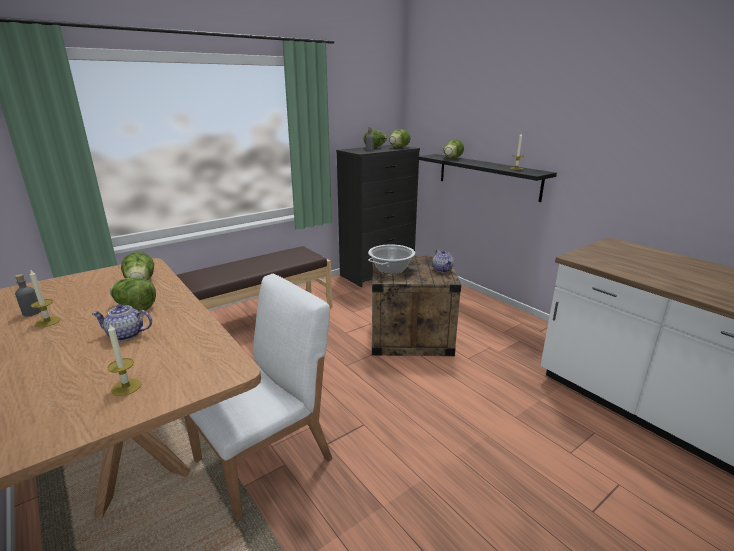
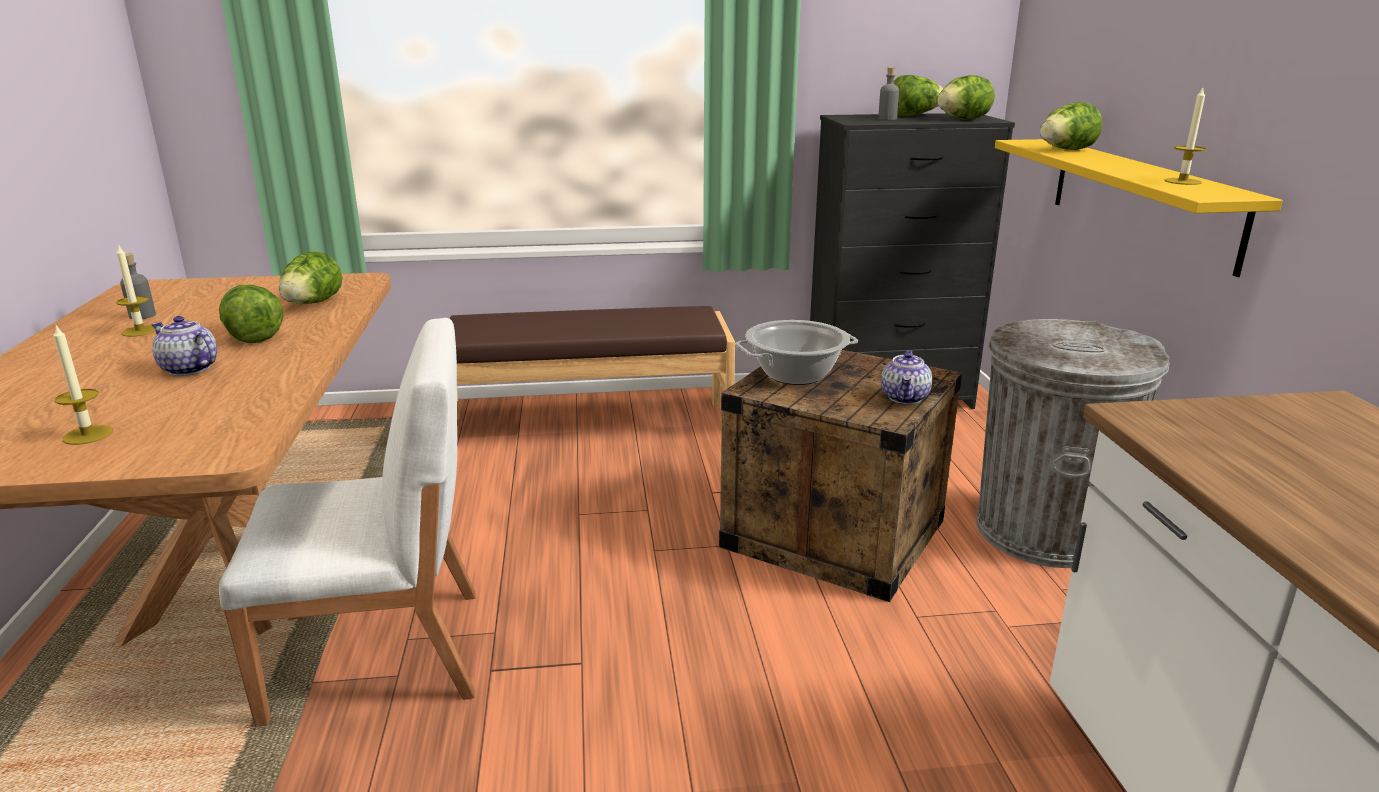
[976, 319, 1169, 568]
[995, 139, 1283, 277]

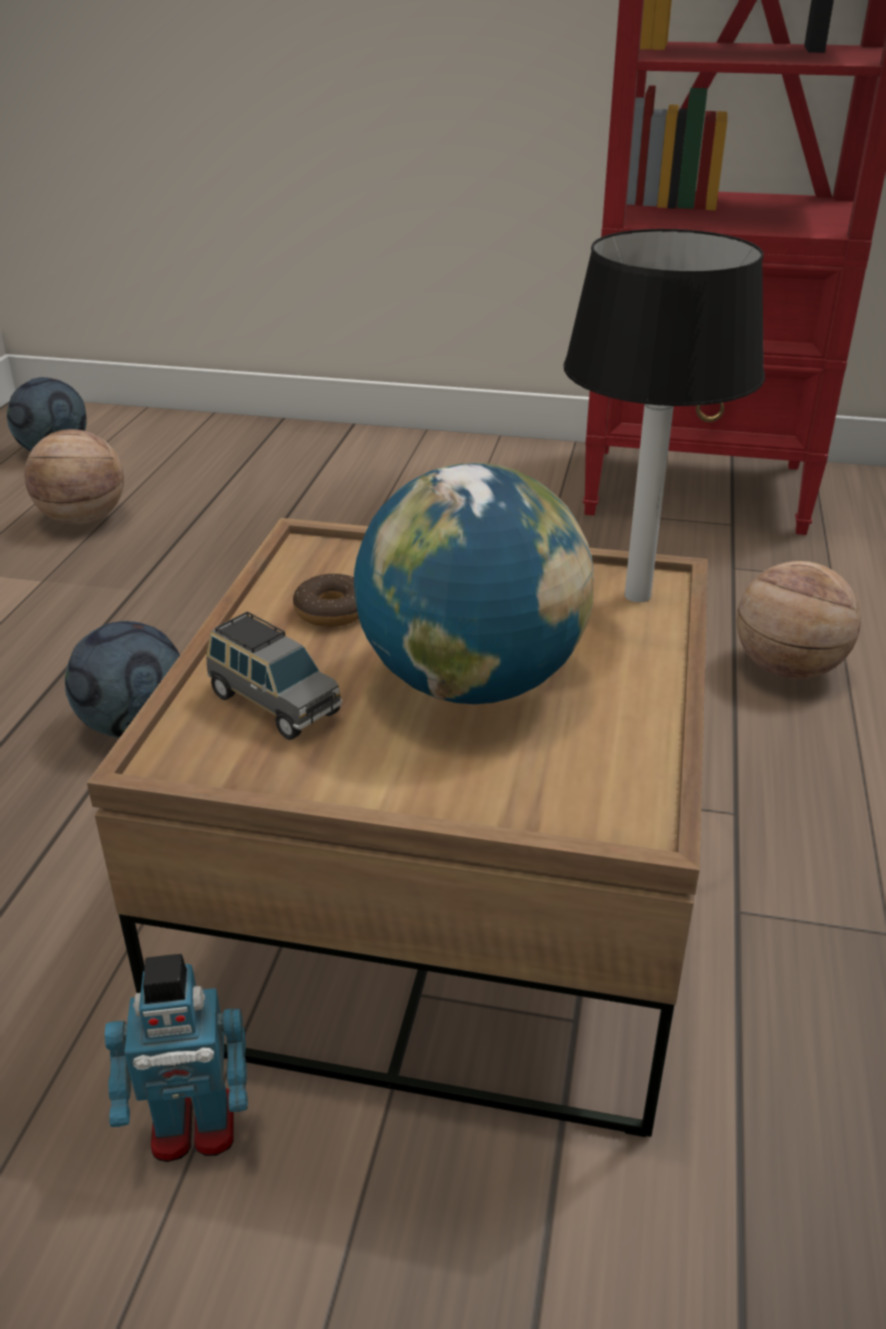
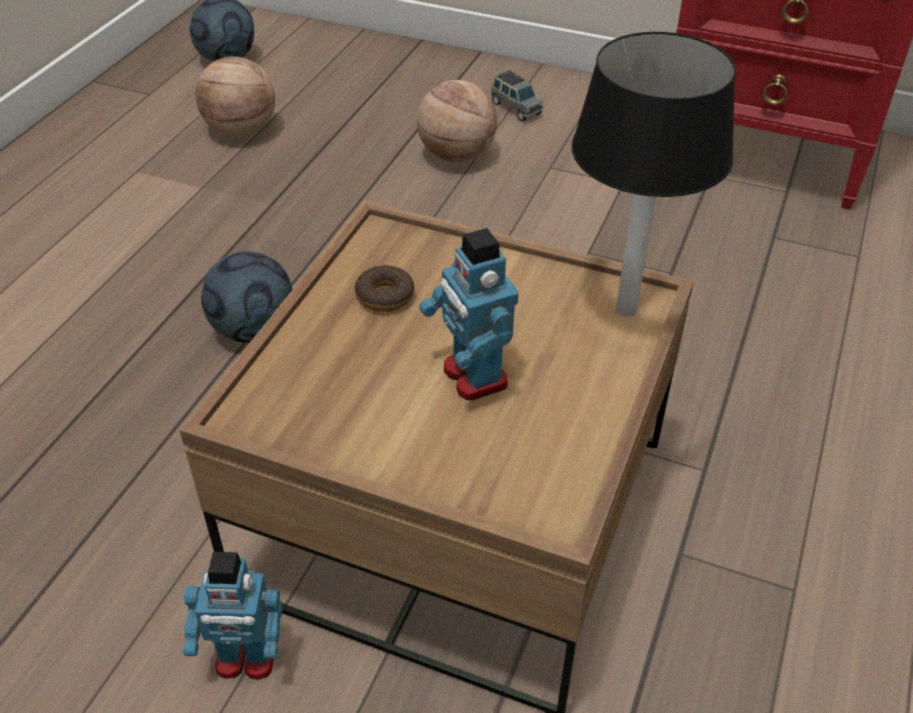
[491, 70, 543, 122]
[417, 80, 497, 162]
[419, 228, 519, 400]

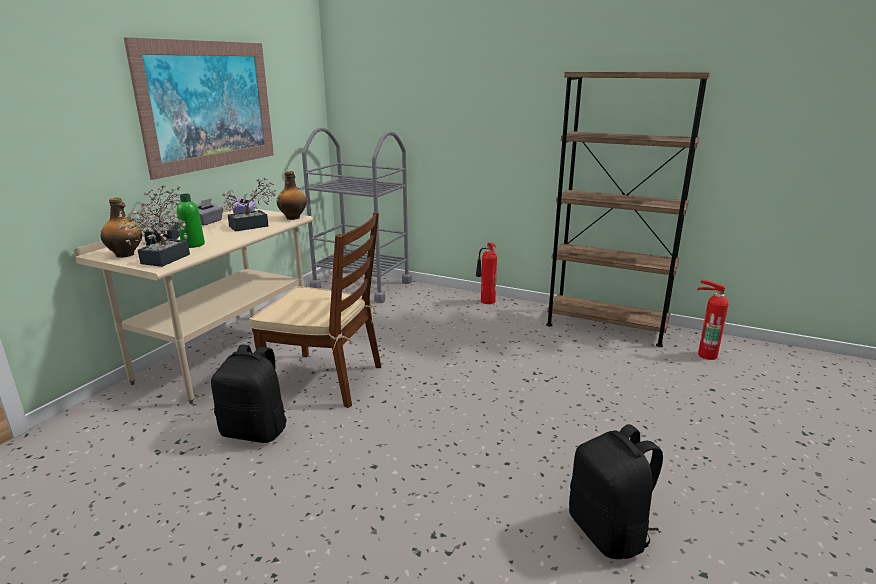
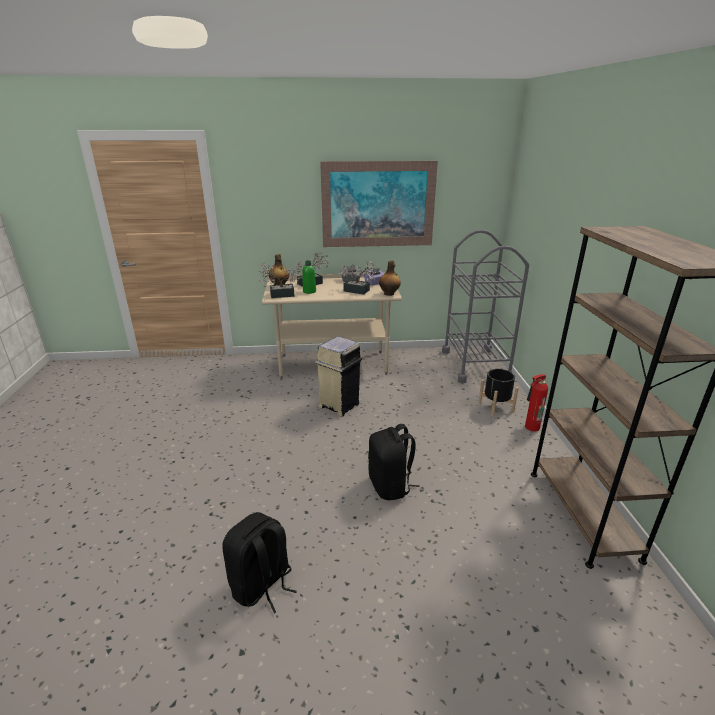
[697, 280, 728, 360] (first image)
[478, 369, 519, 417]
[368, 424, 420, 500]
[315, 336, 362, 417]

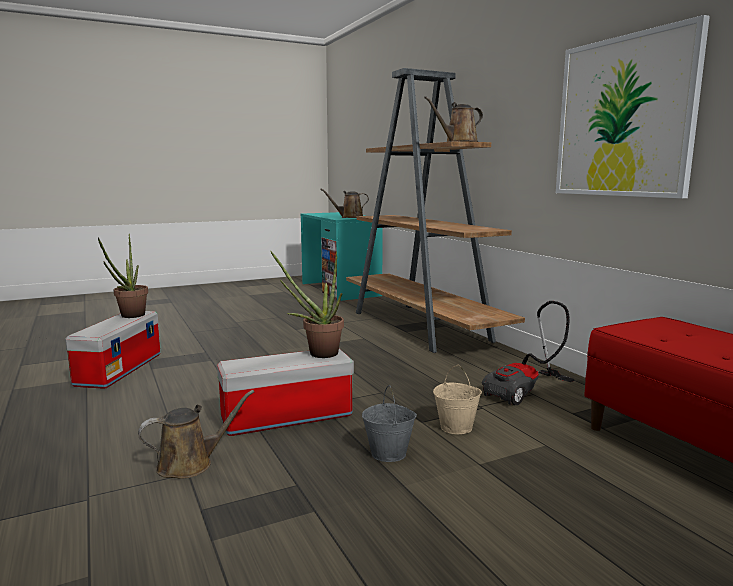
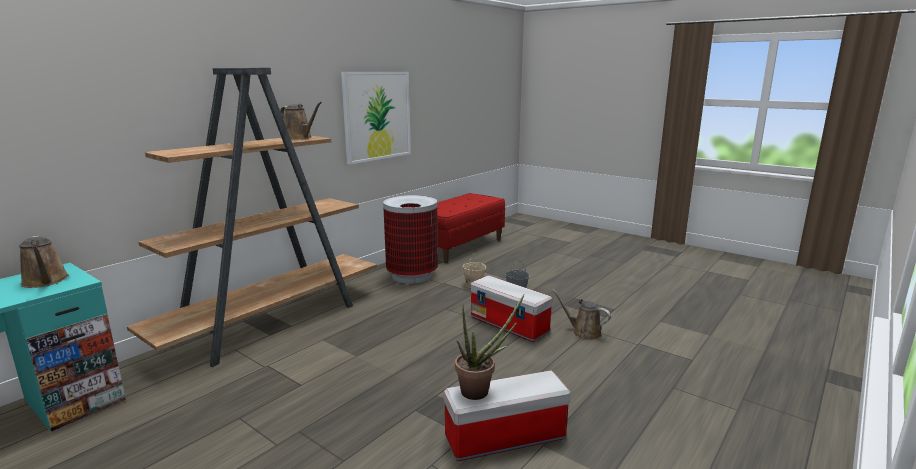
[270, 250, 344, 358] (first image)
[383, 195, 438, 284]

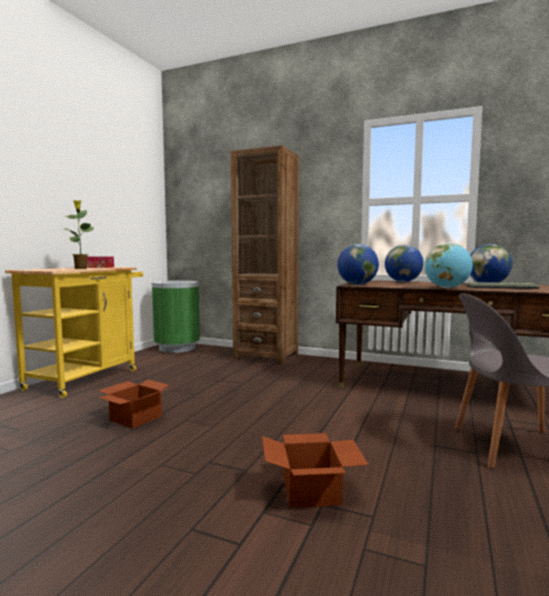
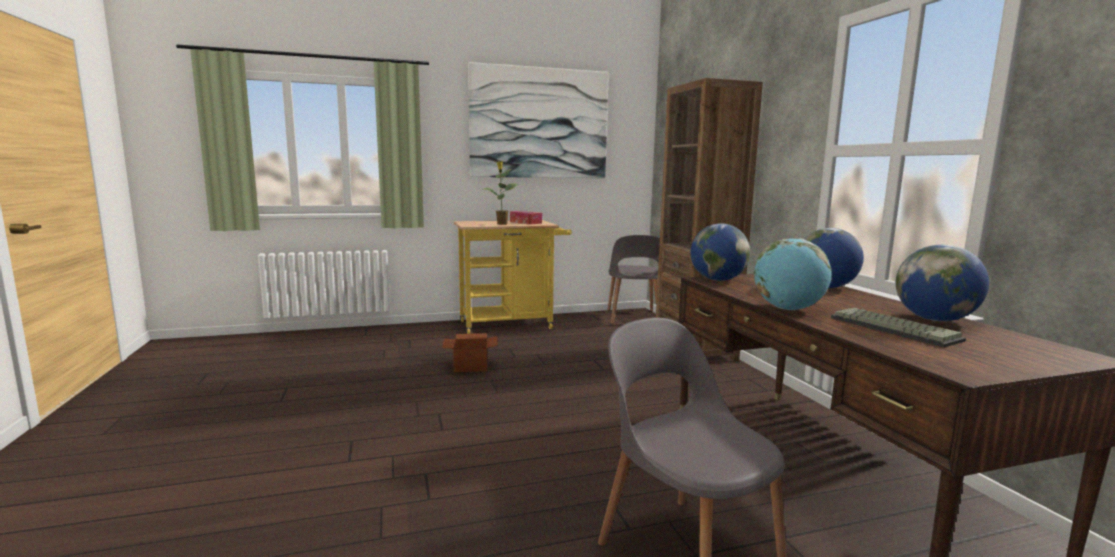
[262, 433, 369, 508] (first image)
[468, 62, 609, 178]
[607, 235, 660, 324]

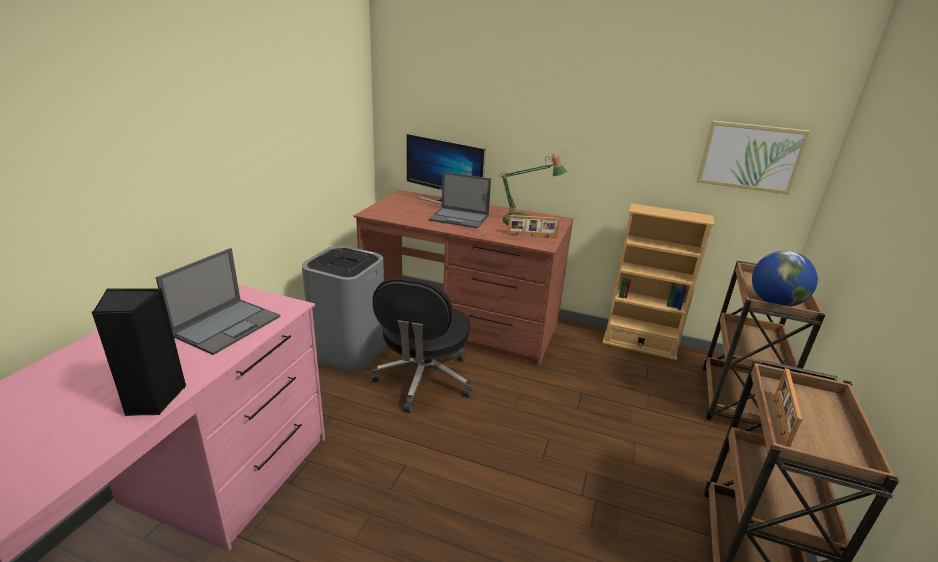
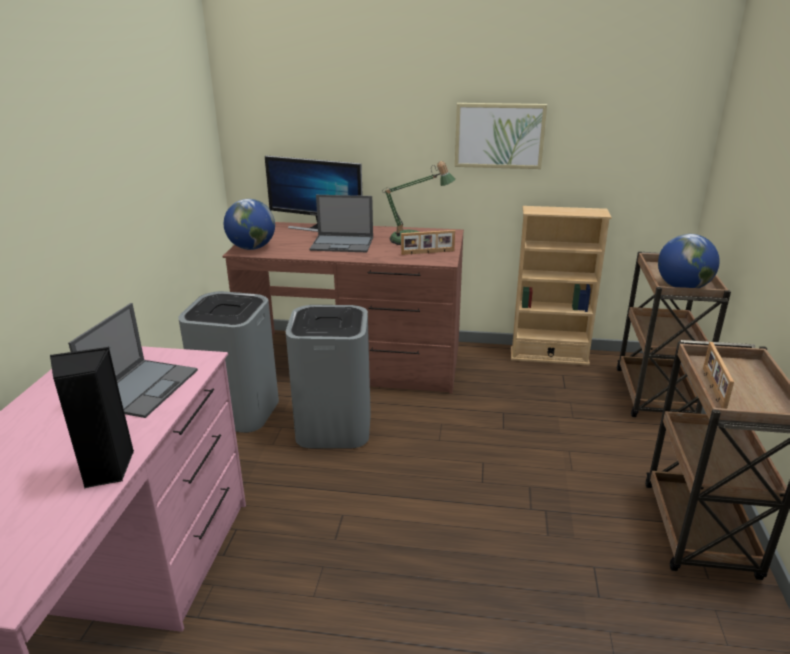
[224, 199, 275, 250]
[455, 103, 547, 169]
[286, 305, 371, 449]

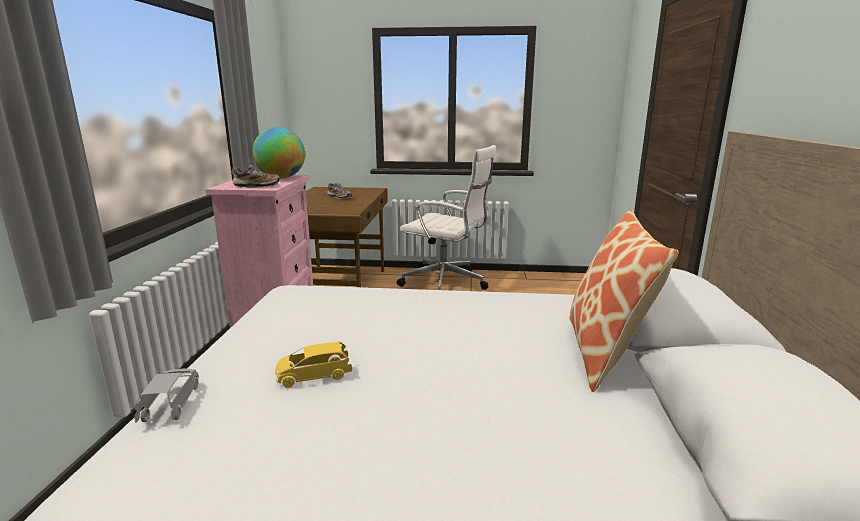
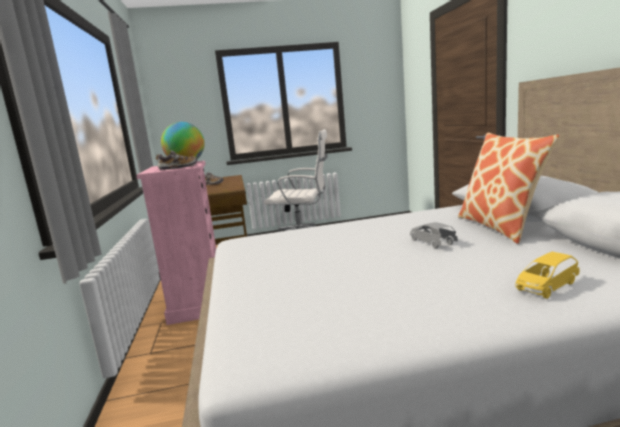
[410, 222, 458, 249]
[516, 252, 580, 299]

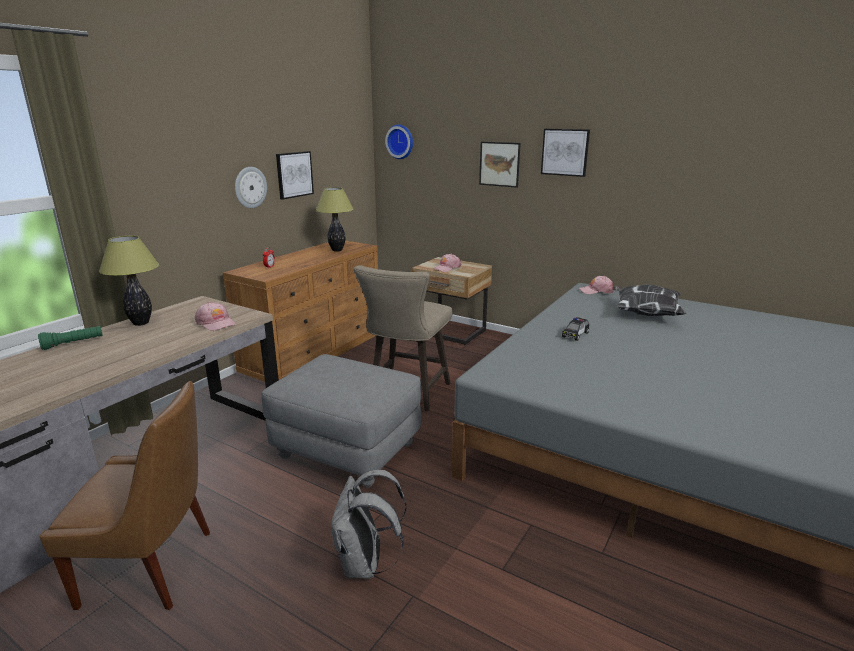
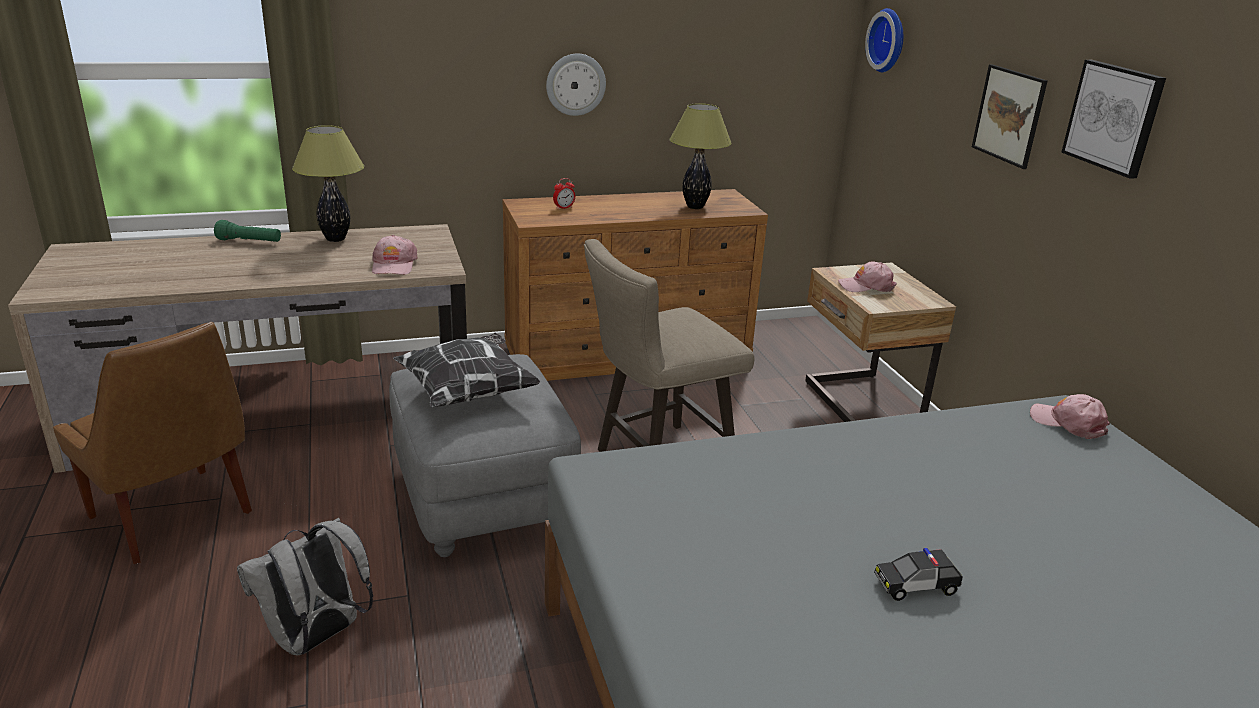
[276, 151, 314, 199] (first image)
[874, 548, 963, 601]
[393, 333, 541, 407]

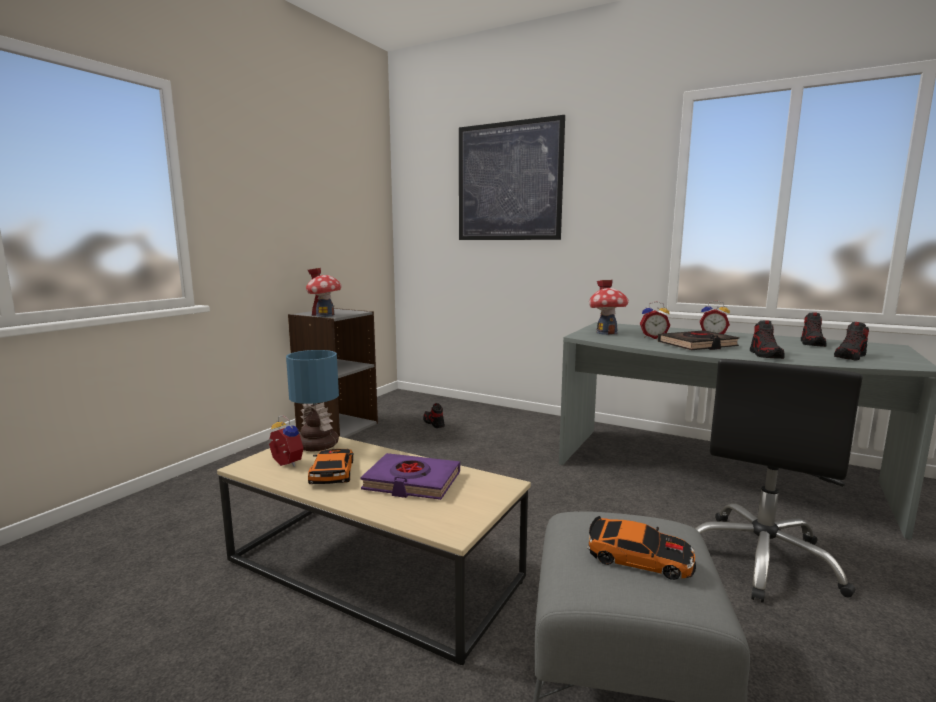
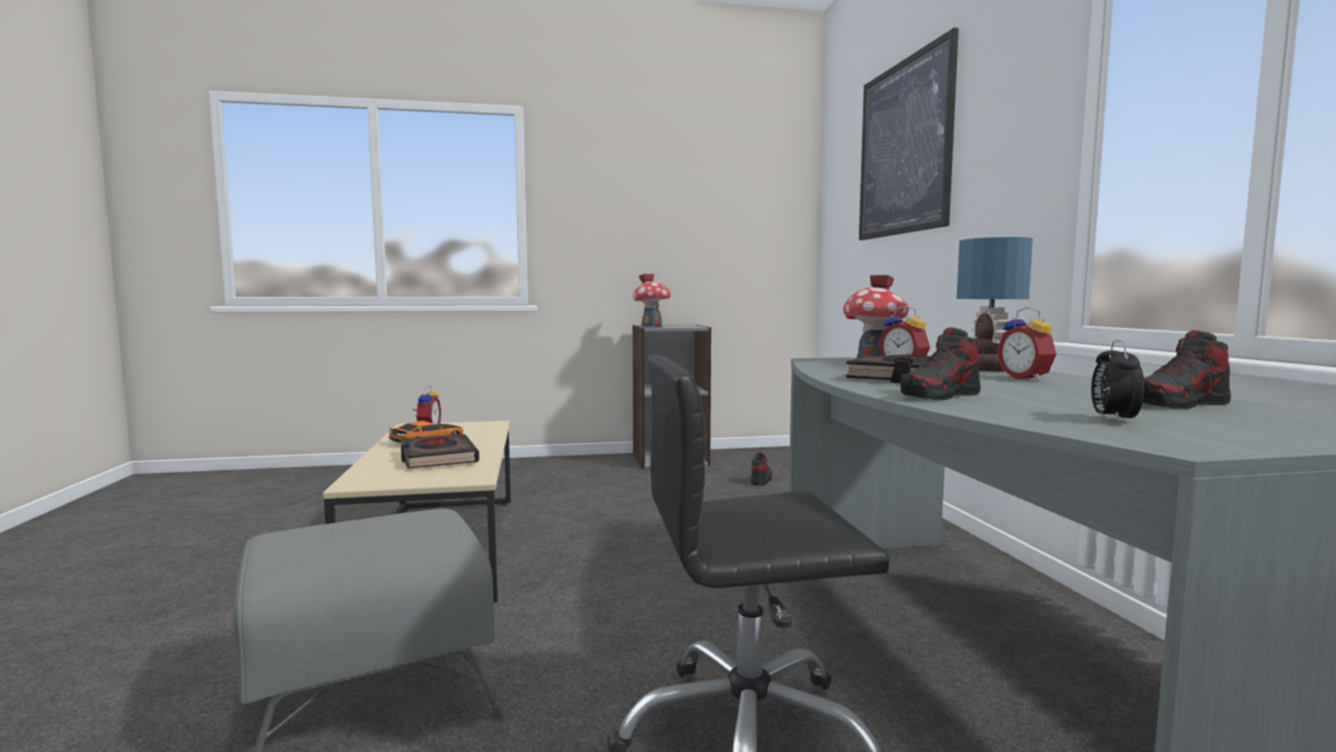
[587, 516, 696, 580] (first image)
[957, 237, 1033, 371]
[1091, 340, 1144, 423]
[401, 434, 479, 469]

